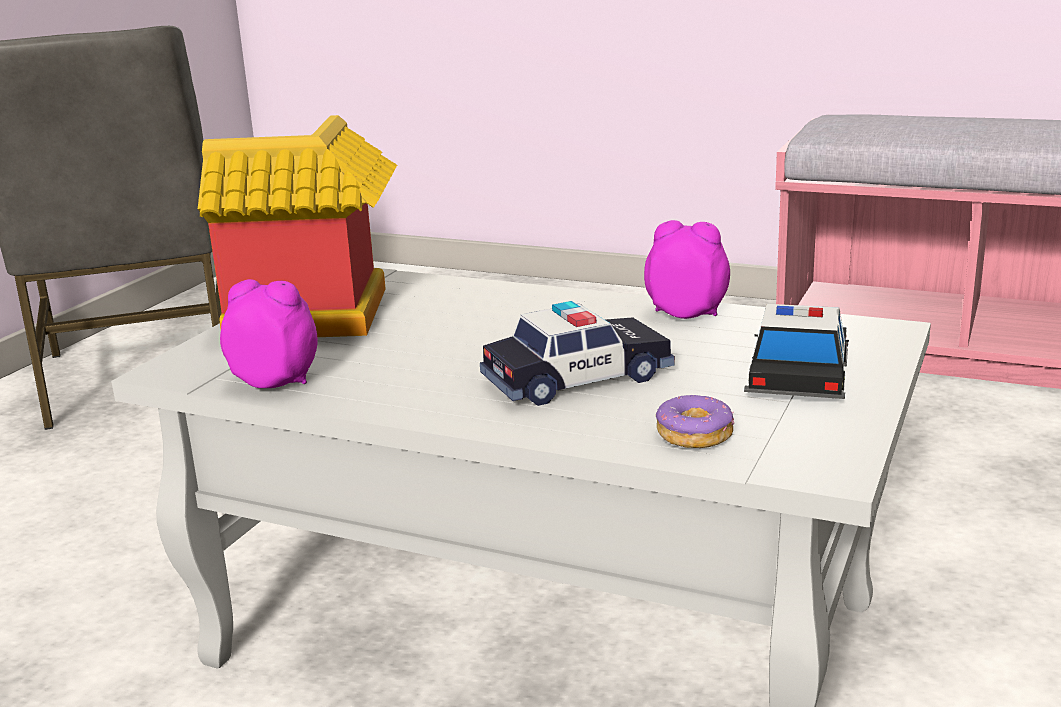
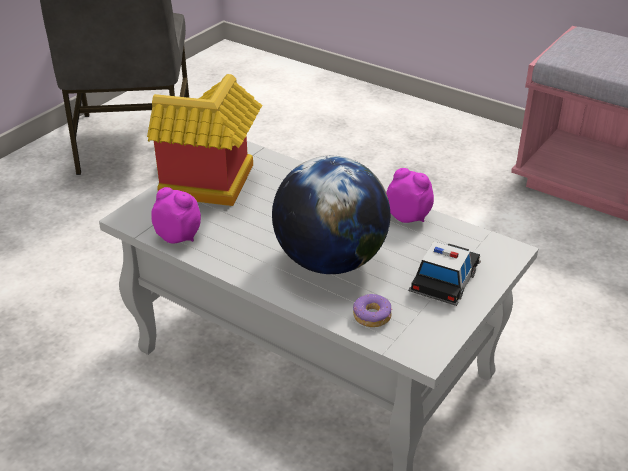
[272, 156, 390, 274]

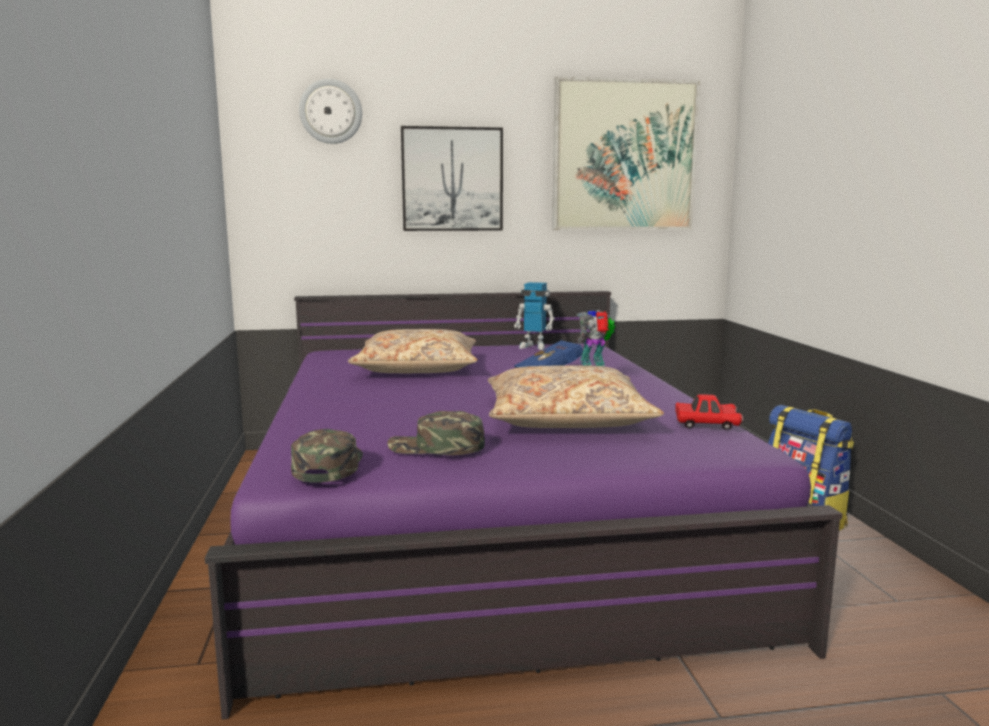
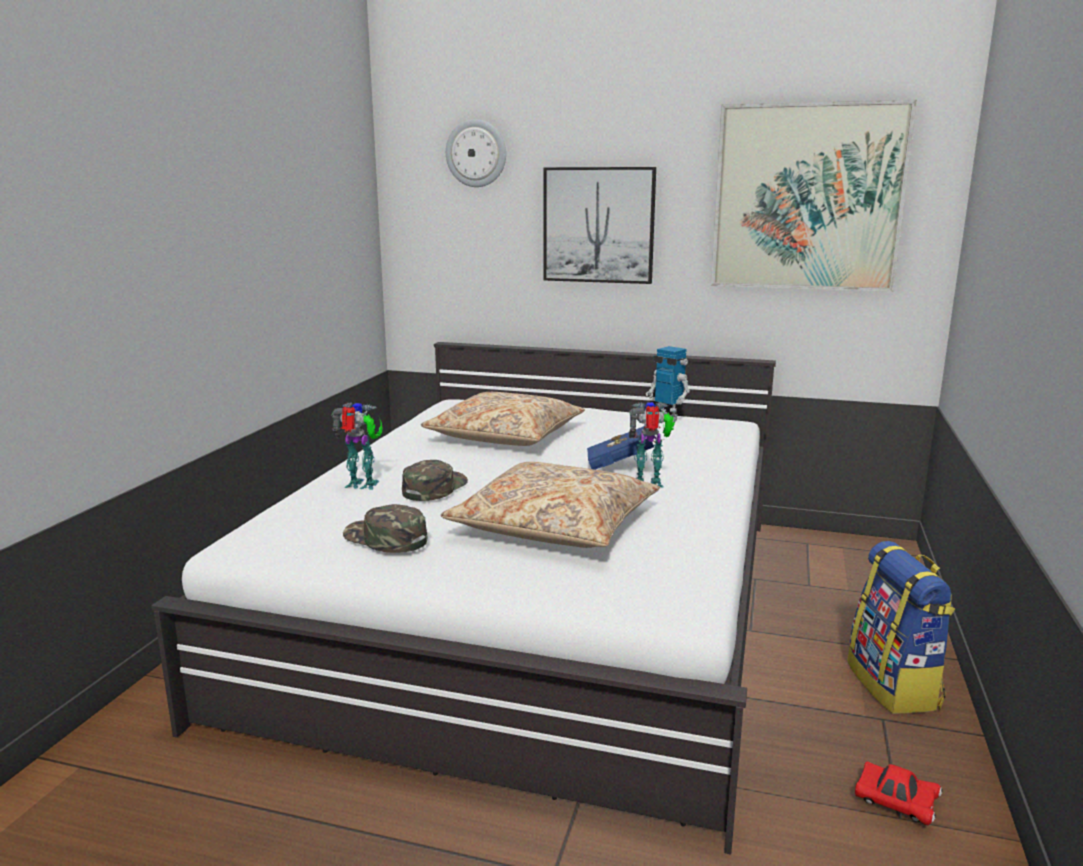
[331, 402, 383, 490]
[402, 460, 468, 501]
[855, 761, 943, 825]
[151, 342, 776, 855]

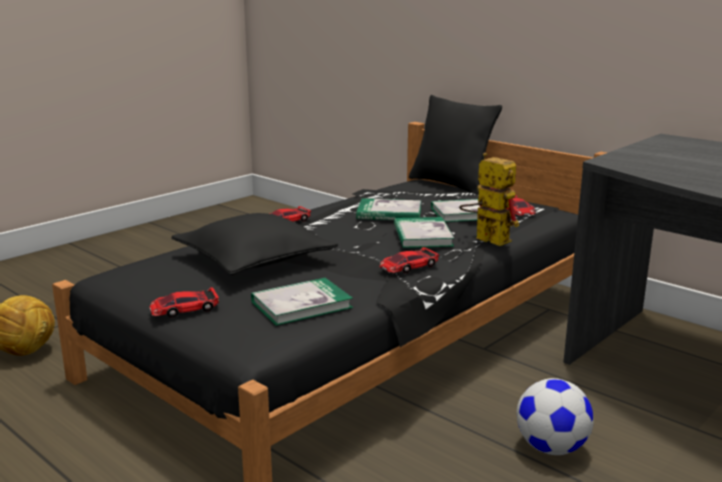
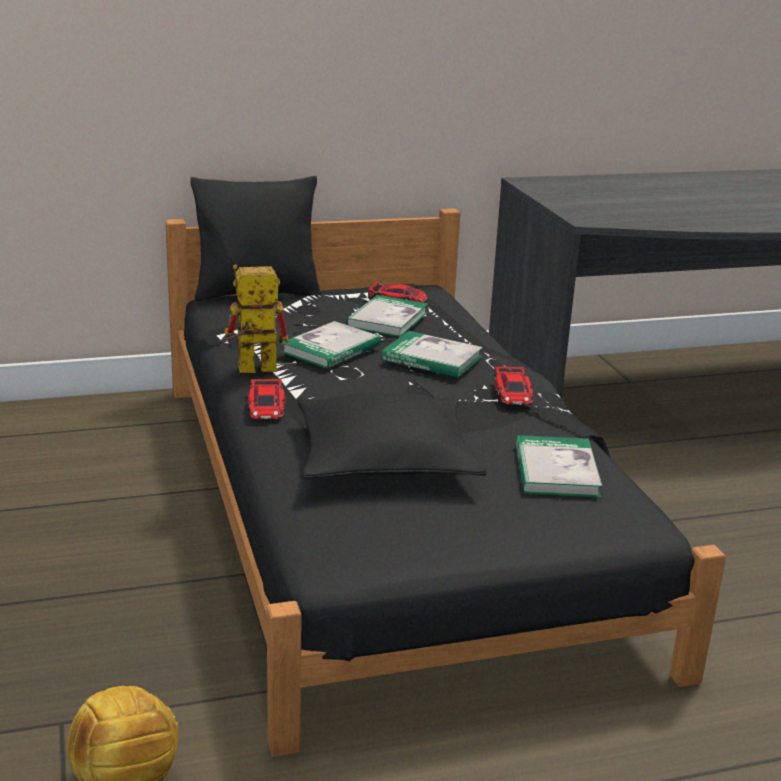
[149, 287, 219, 318] (first image)
[517, 378, 594, 455] (first image)
[218, 265, 289, 373]

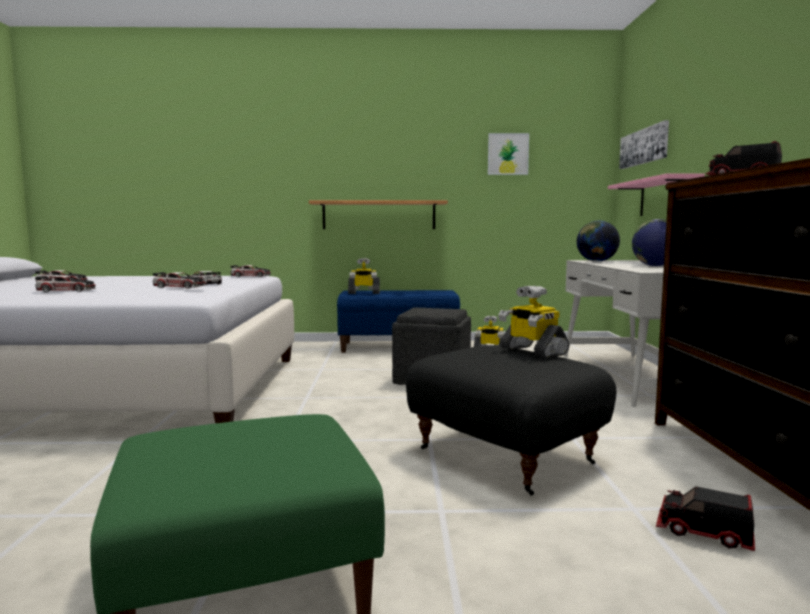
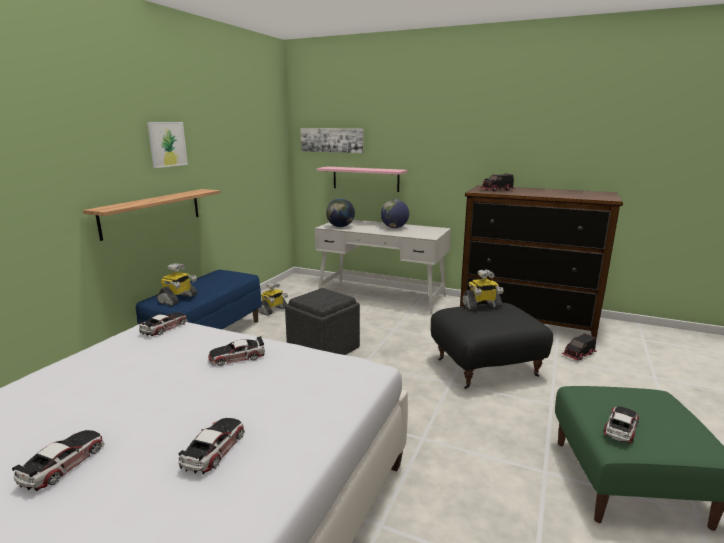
[603, 407, 640, 445]
[147, 122, 188, 168]

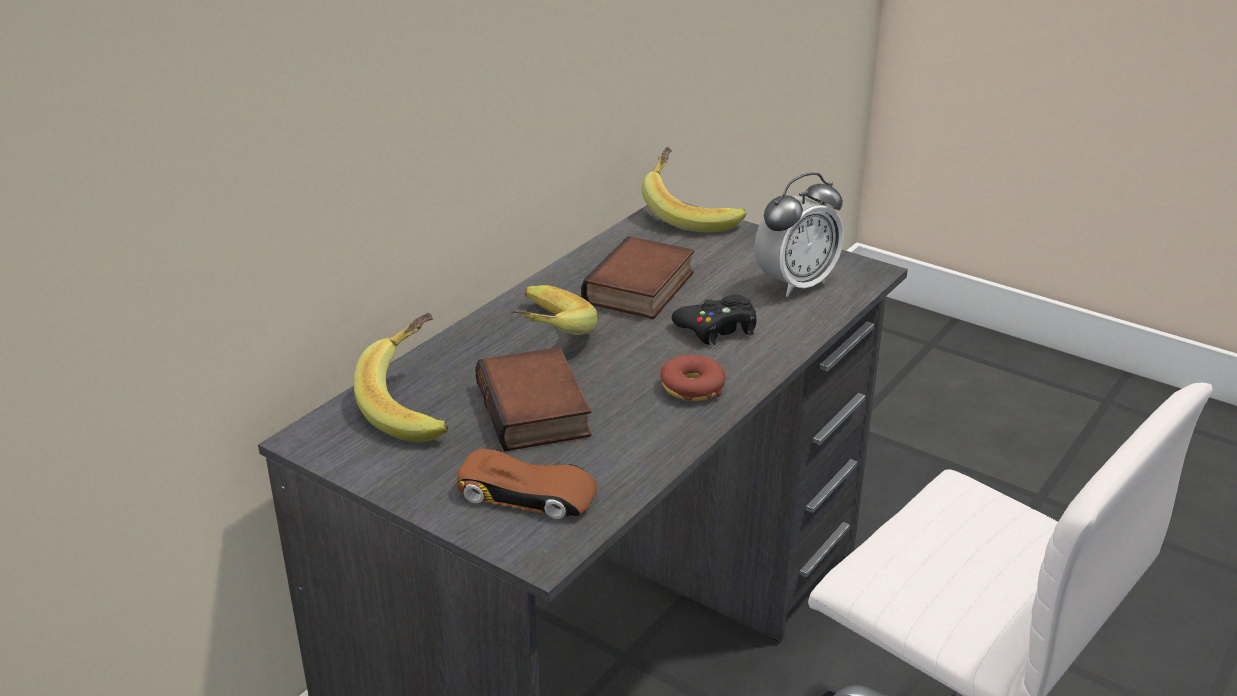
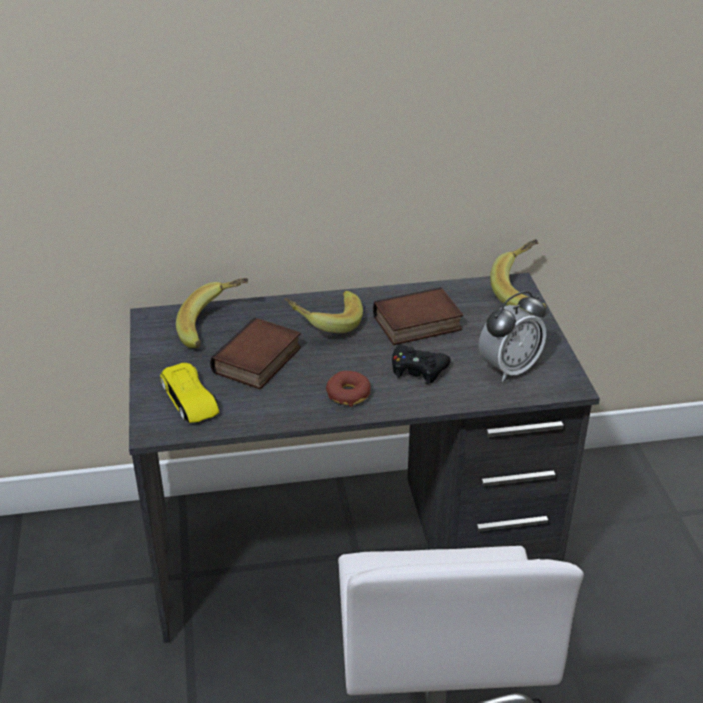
[160, 363, 219, 423]
[479, 291, 546, 381]

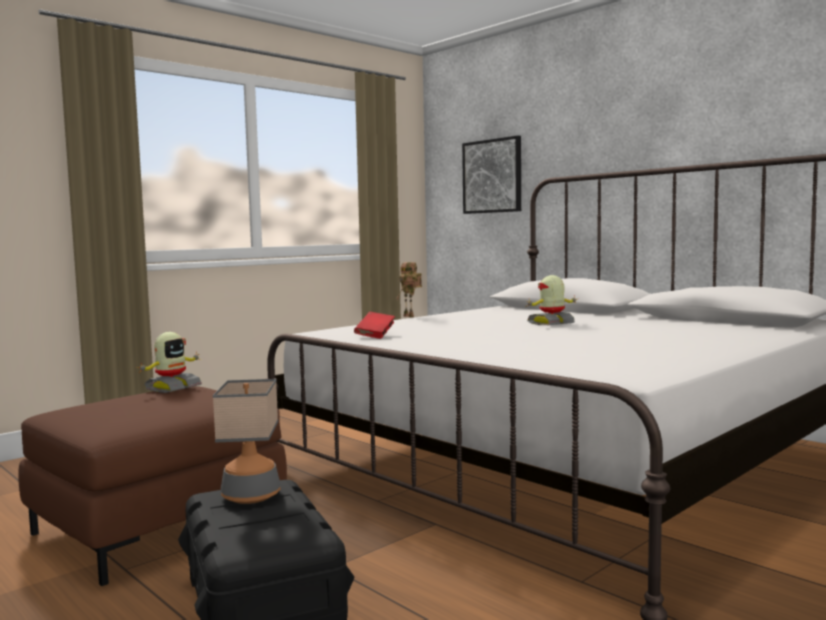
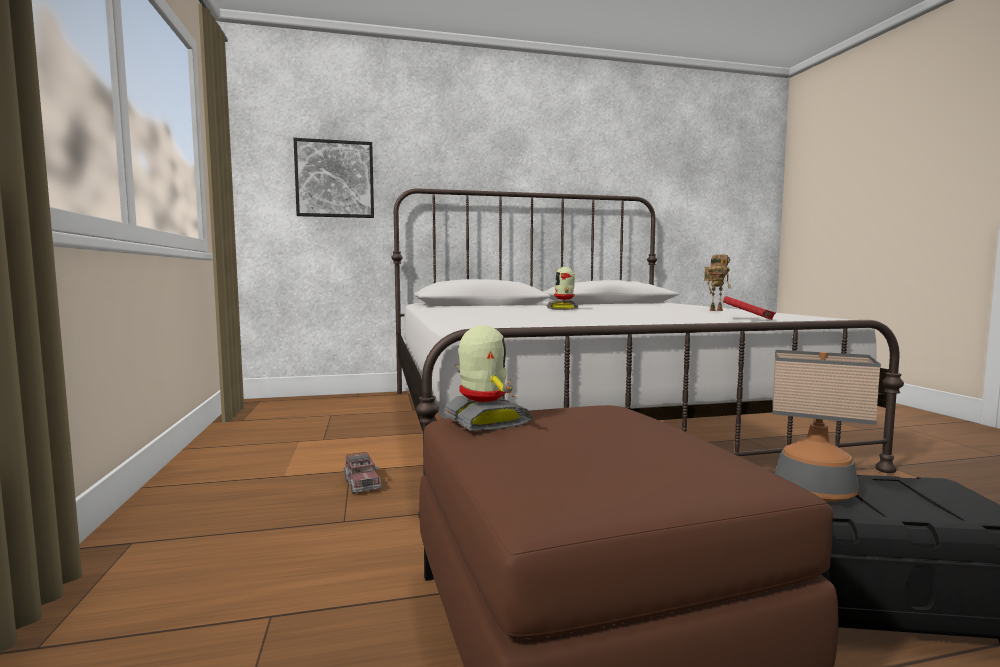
[343, 452, 382, 494]
[723, 296, 776, 320]
[704, 254, 731, 311]

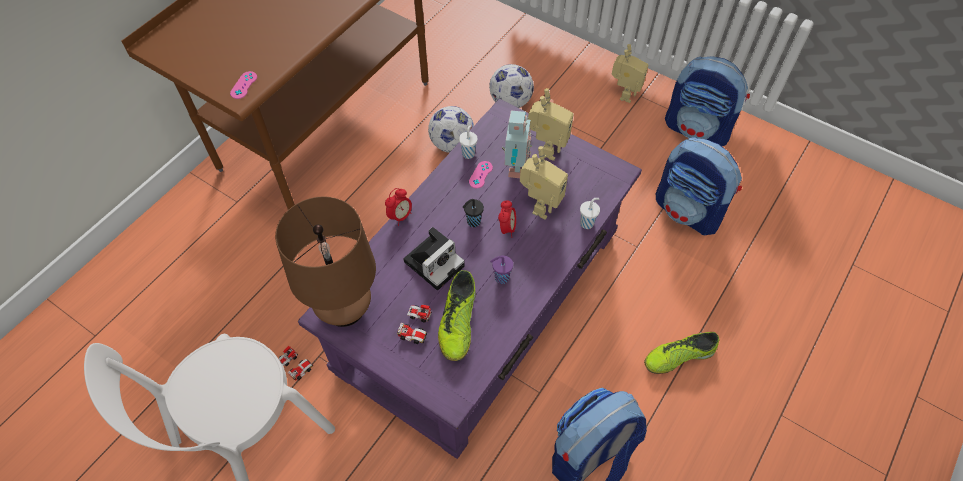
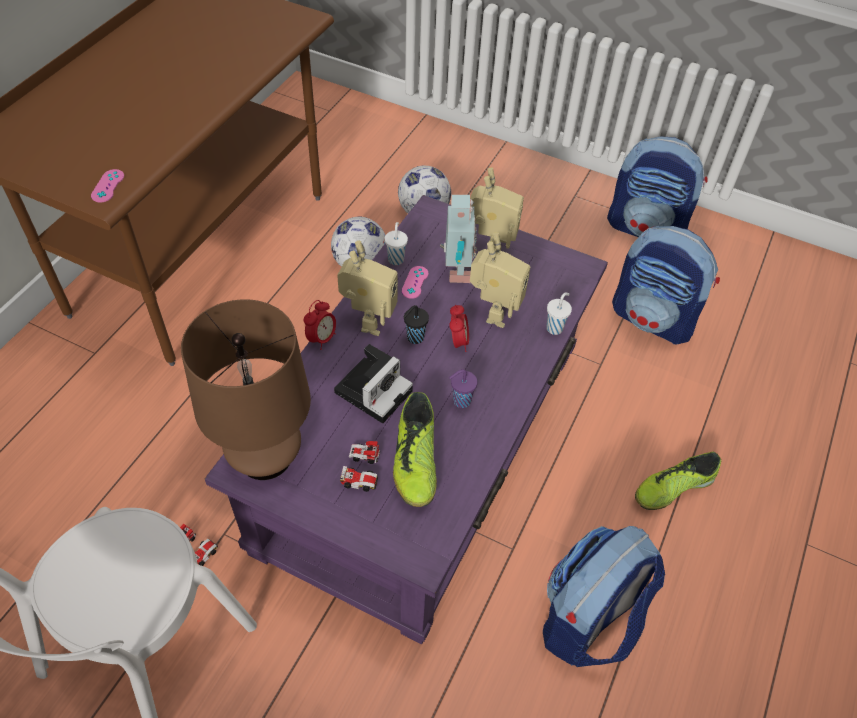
[337, 241, 398, 336]

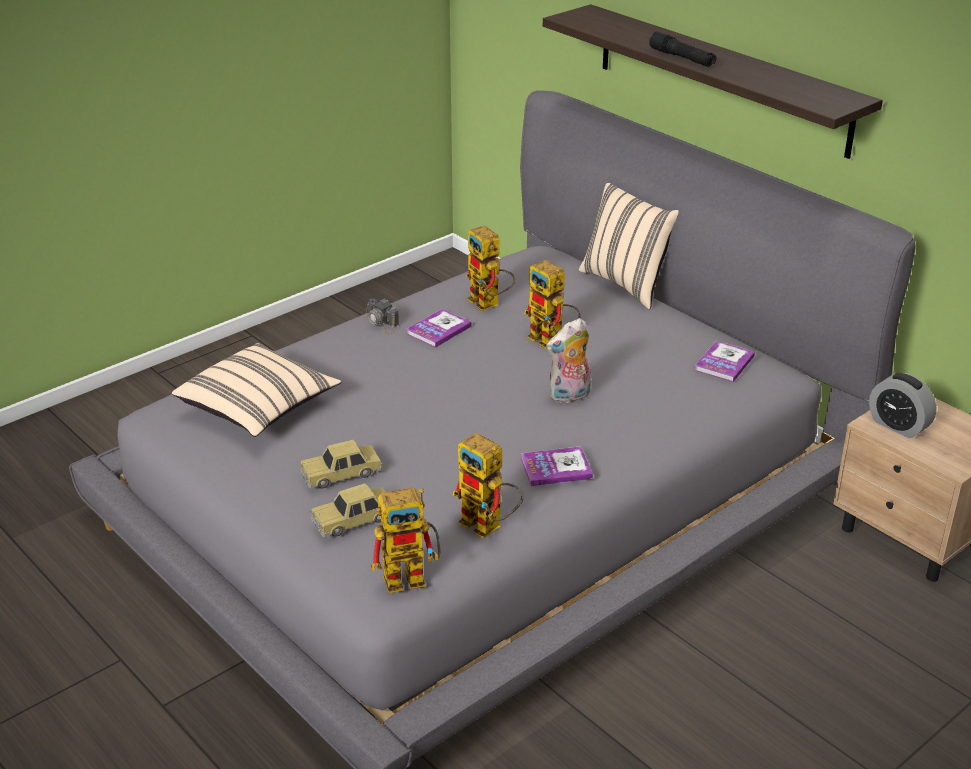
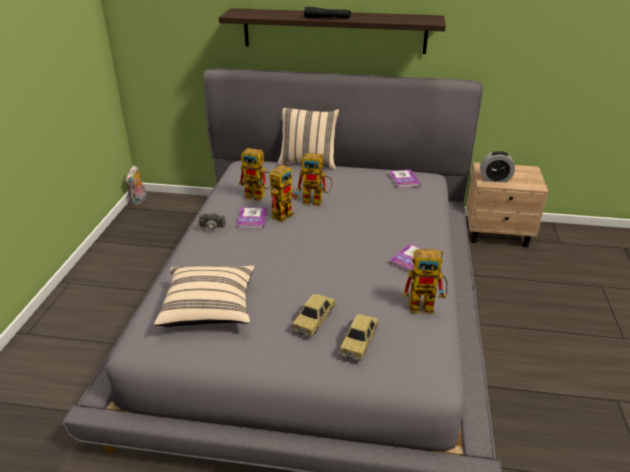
[270, 162, 299, 222]
[125, 165, 147, 205]

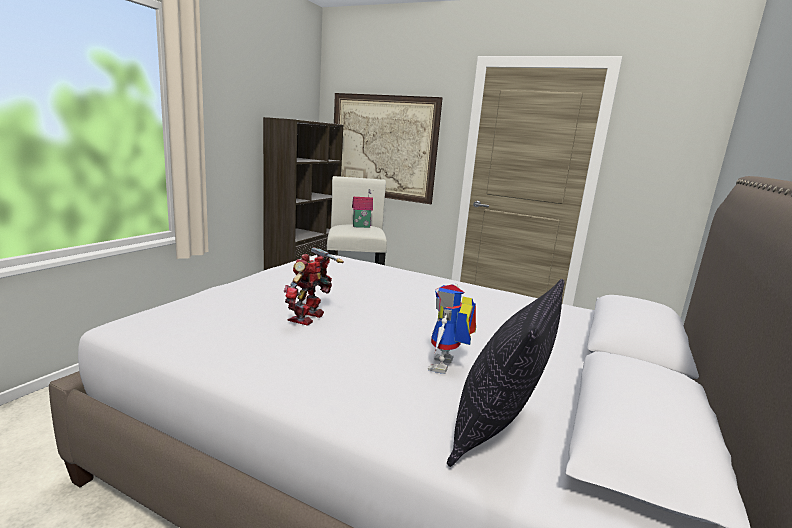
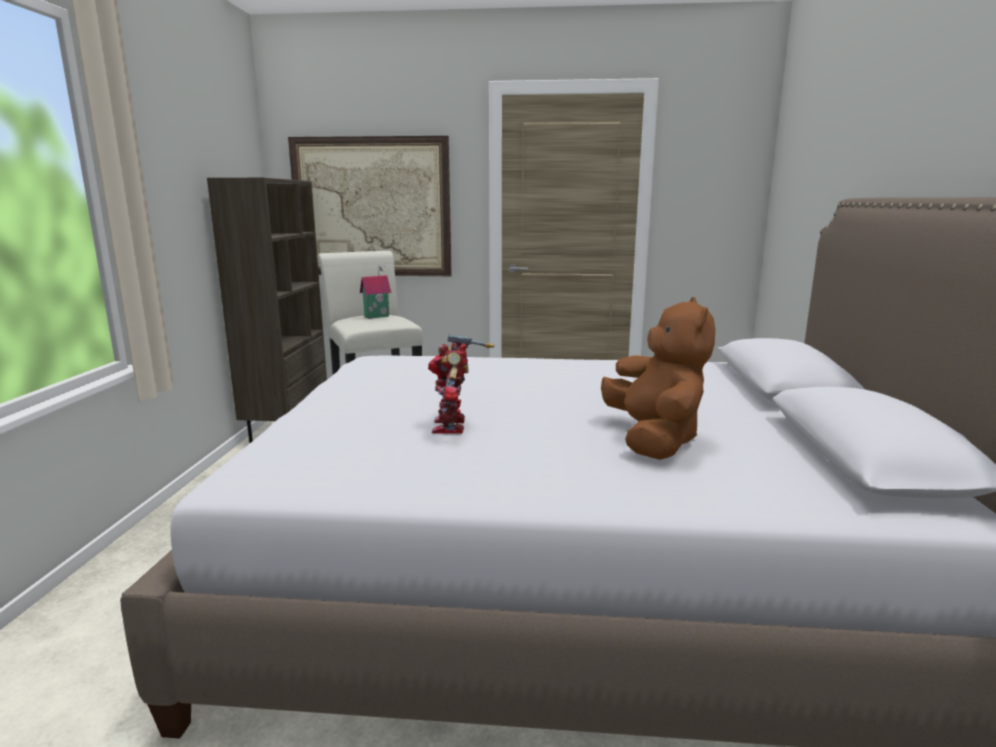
[447, 279, 564, 467] (first image)
[601, 297, 715, 460]

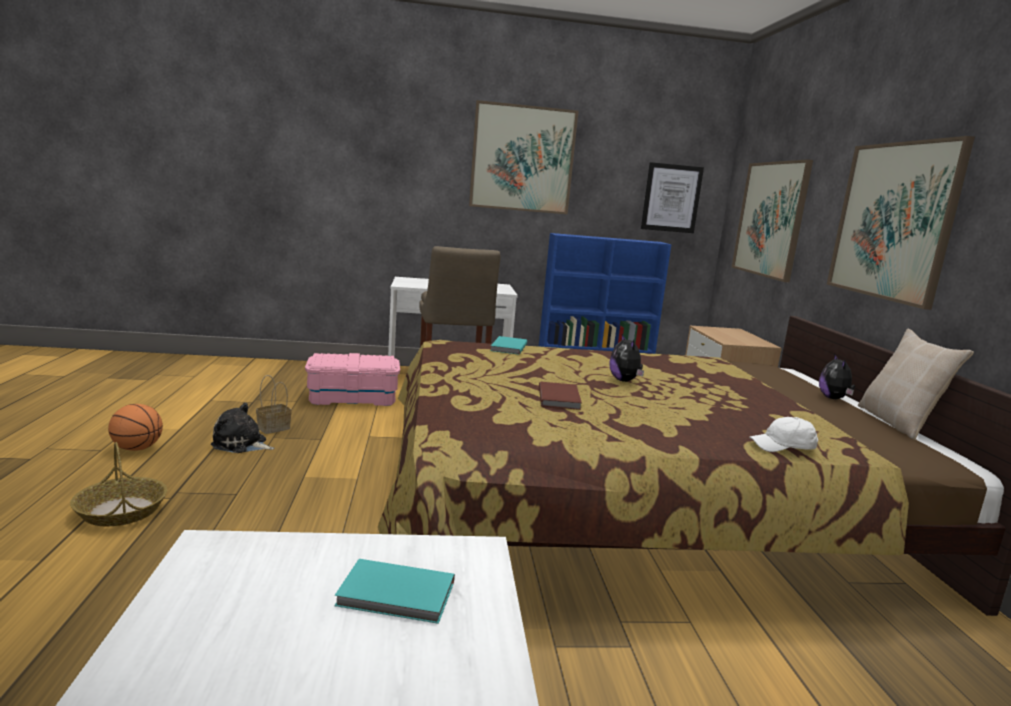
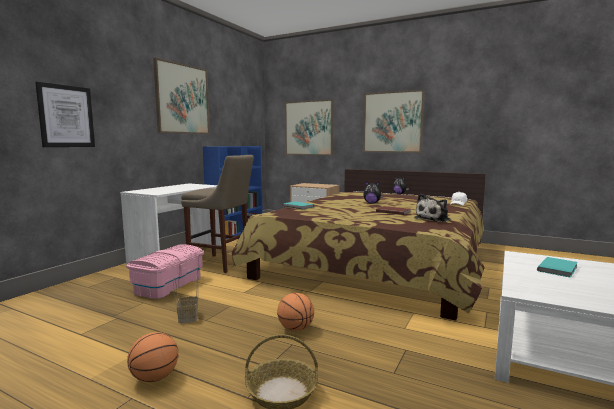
[858, 329, 974, 440] (first image)
[277, 293, 314, 331]
[414, 194, 450, 222]
[35, 82, 95, 147]

